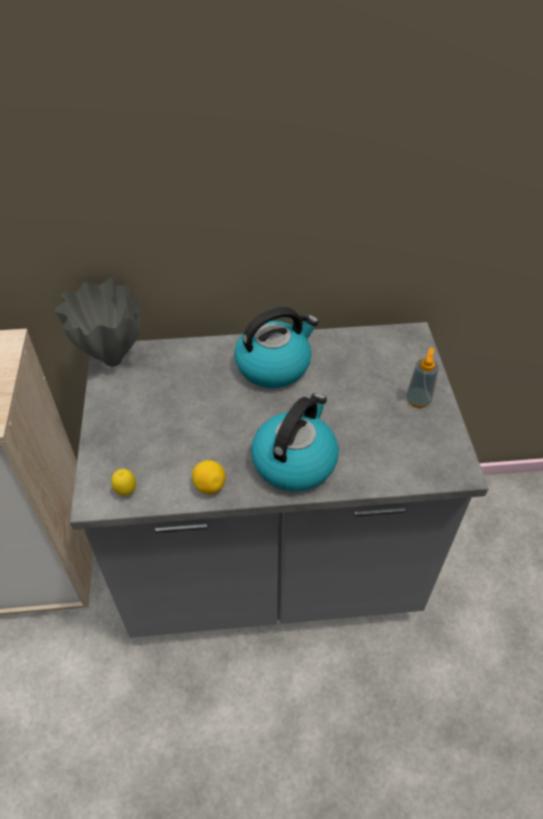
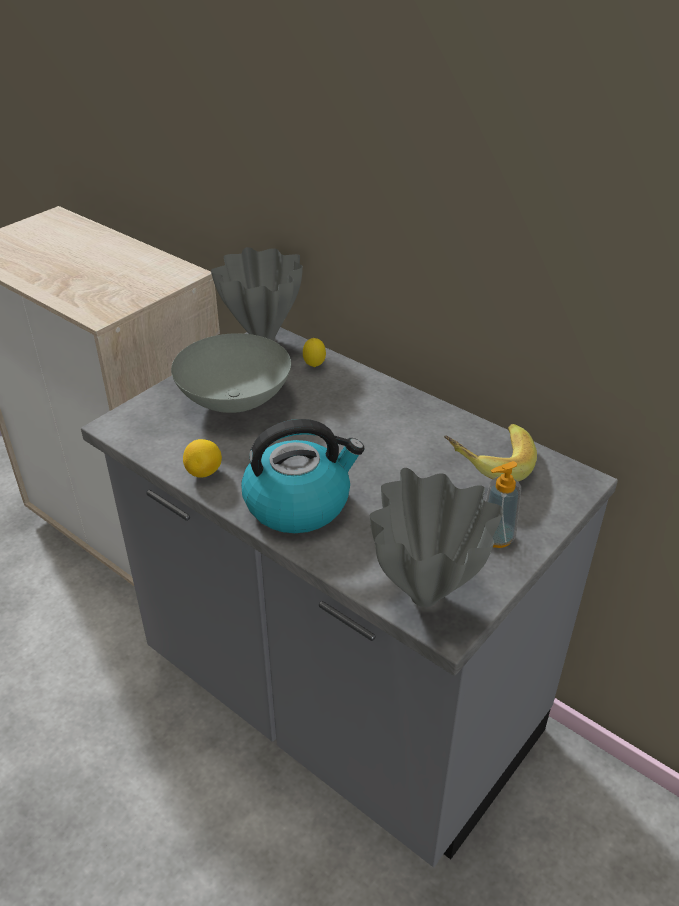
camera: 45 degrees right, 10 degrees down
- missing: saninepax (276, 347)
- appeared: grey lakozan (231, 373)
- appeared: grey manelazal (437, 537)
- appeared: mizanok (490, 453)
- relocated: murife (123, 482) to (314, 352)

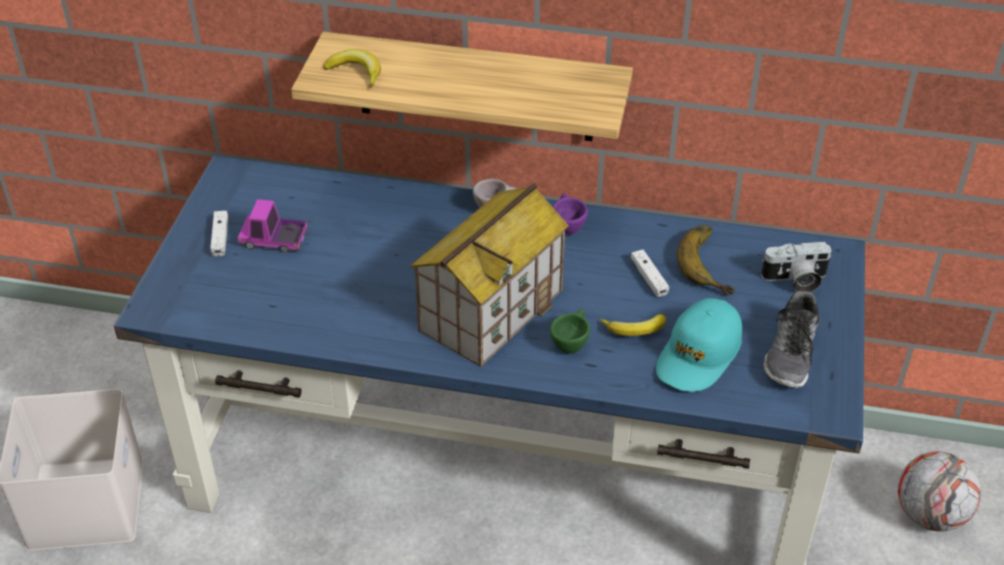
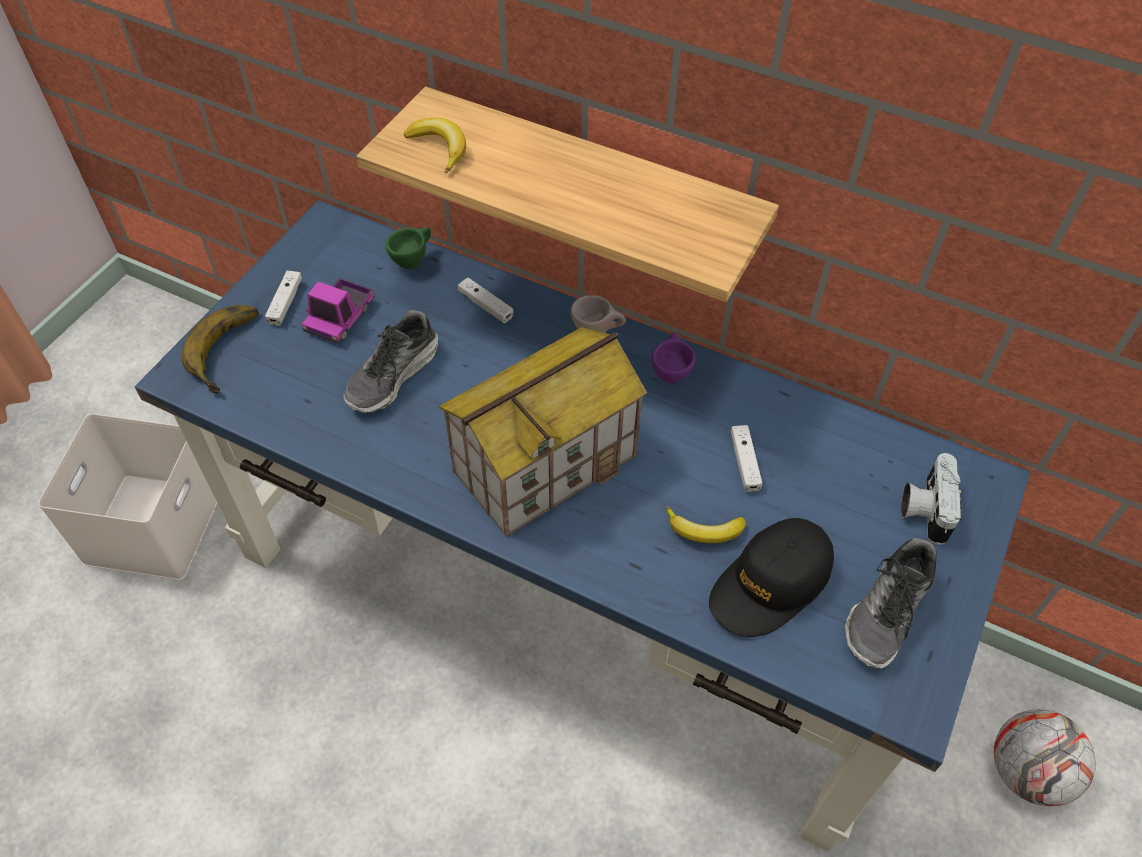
camera: 15 degrees right, 10 degrees up
- appeared: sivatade (390, 361)
- appeared: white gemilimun (485, 300)
- relocated: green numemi (570, 331) to (408, 248)
- relocated: mizanok (706, 260) to (220, 349)
- colour: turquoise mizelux (699, 345) to black mizelux (771, 577)
- spun: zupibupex (273, 226) = (338, 311) 90 degrees counterclockwise
- spun: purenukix (796, 266) = (932, 499) 90 degrees clockwise

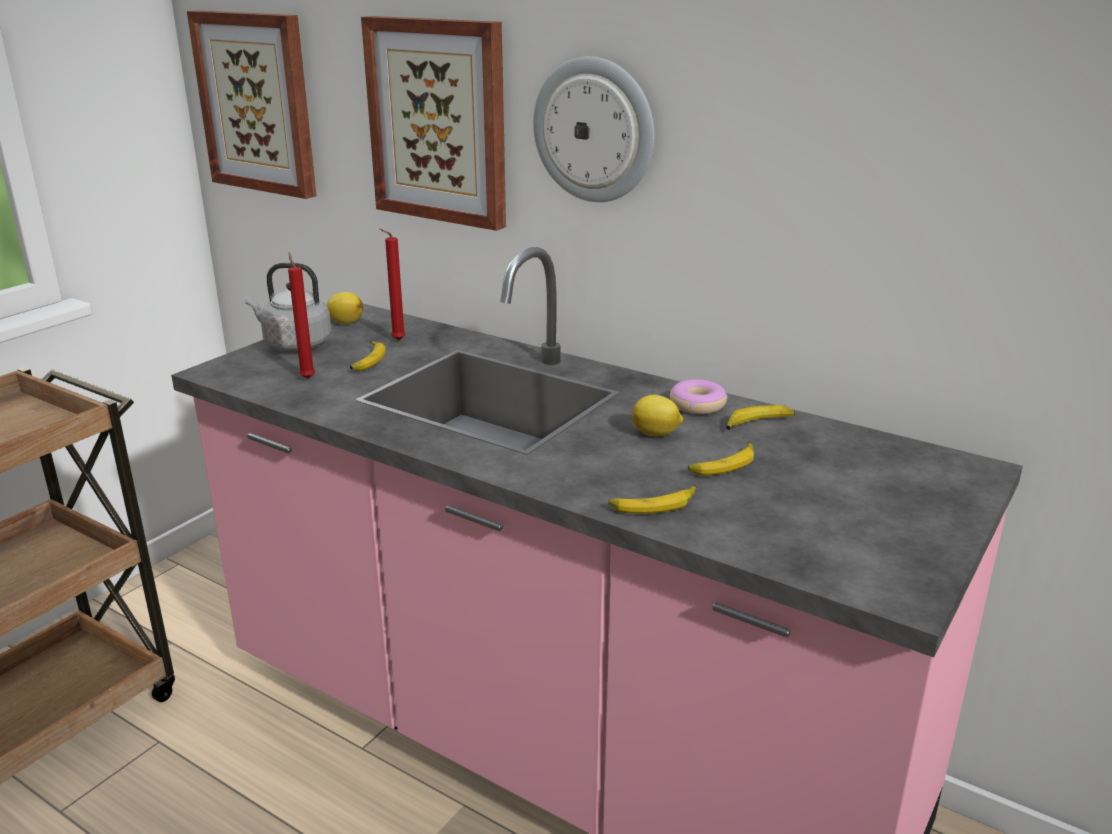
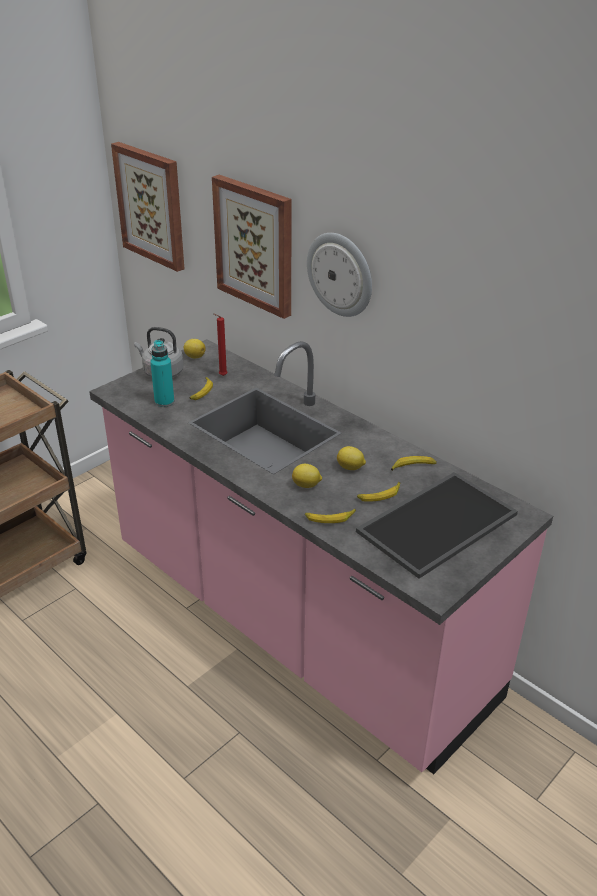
camera: 10 degrees right, 10 degrees up
- missing: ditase (699, 396)
- appeared: murife (307, 476)
- appeared: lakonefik (437, 525)
- exchanged: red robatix (301, 315) to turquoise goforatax (162, 373)

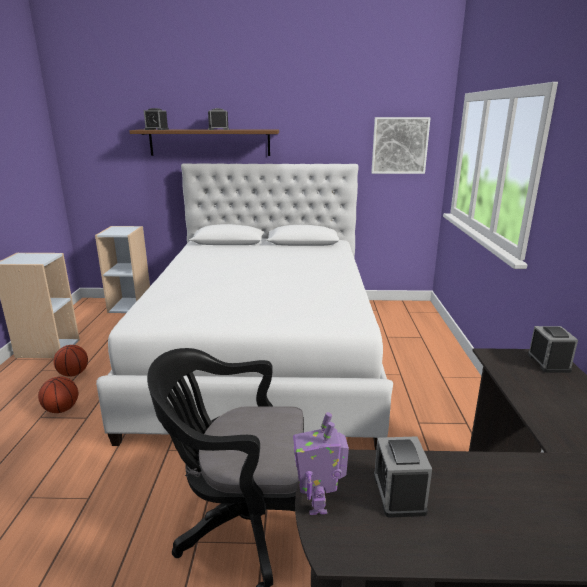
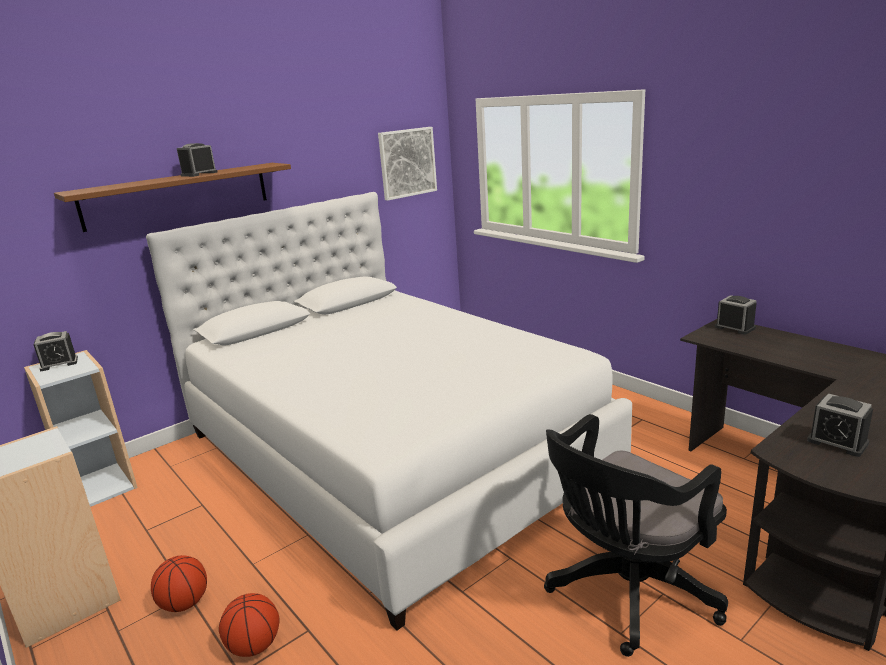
camera: 40 degrees left, 0 degrees up
- missing: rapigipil (321, 463)
- relocated: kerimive (156, 119) to (56, 351)

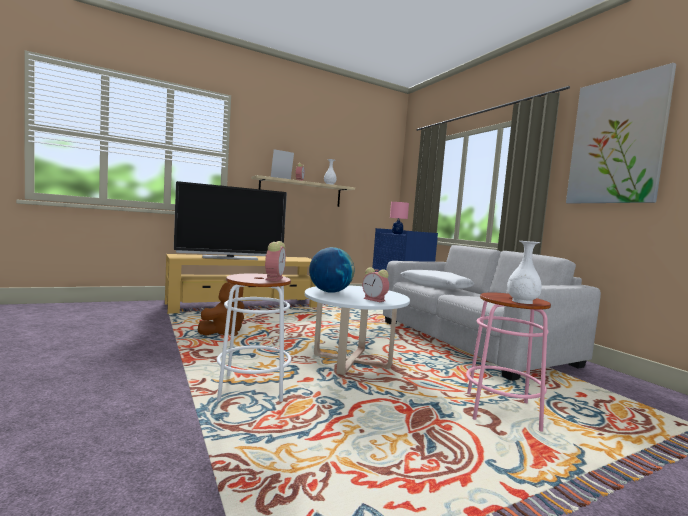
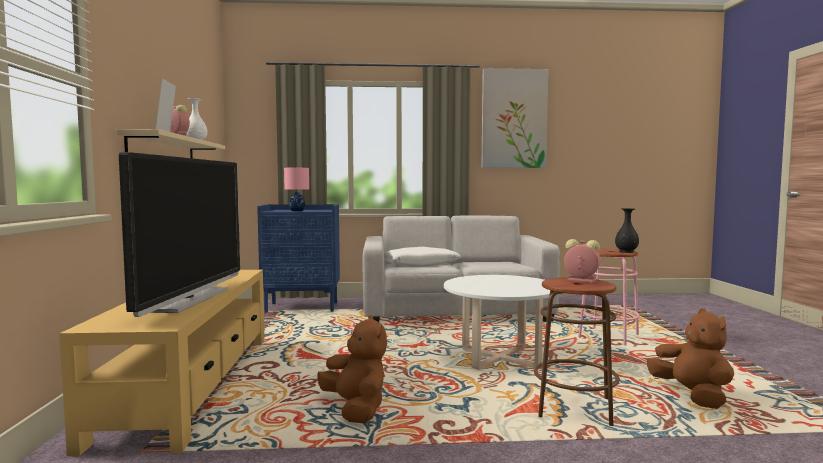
camera: 65 degrees left, 0 degrees up
- missing: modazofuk (331, 270)
- missing: kerimive (375, 284)
- appeared: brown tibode (690, 358)
- colour: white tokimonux (254, 337) to brown tokimonux (577, 351)
- colour: white manelazal (524, 272) to black manelazal (627, 230)

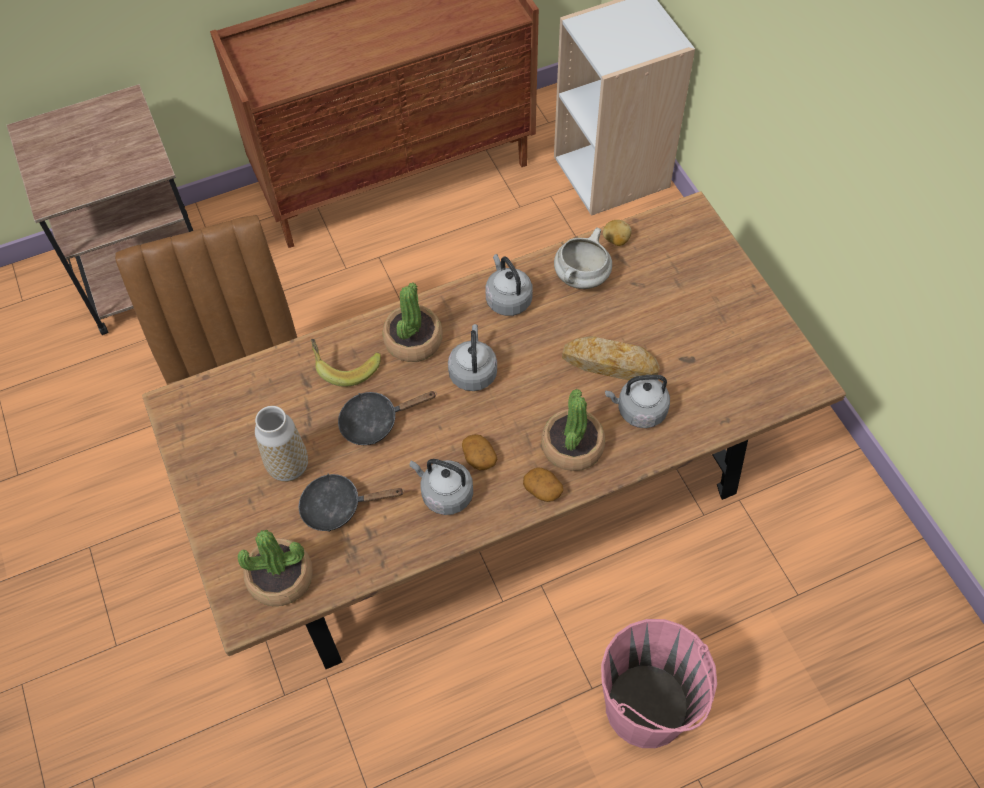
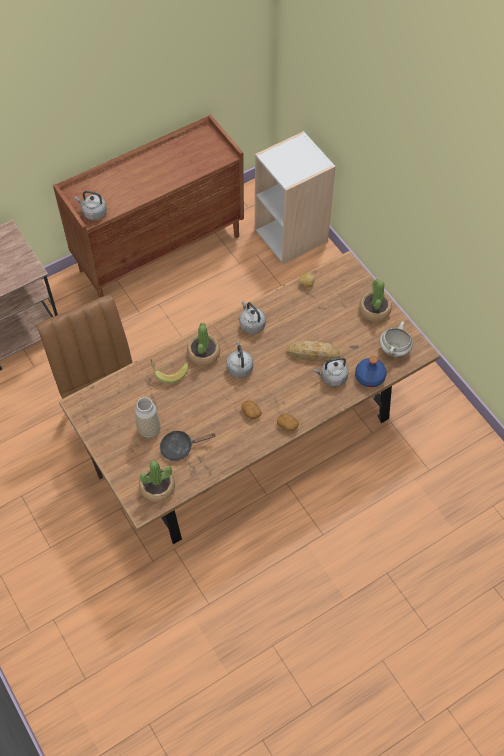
camera: 10 degrees left, 0 degrees up
- missing: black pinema (387, 418)
- missing: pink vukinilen (659, 683)
- appeared: blue goforatax (371, 371)
- relocated: grey saninepax (441, 487) to (91, 205)
- relocated: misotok (573, 430) to (375, 300)
- relocated: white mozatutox (583, 258) to (396, 339)

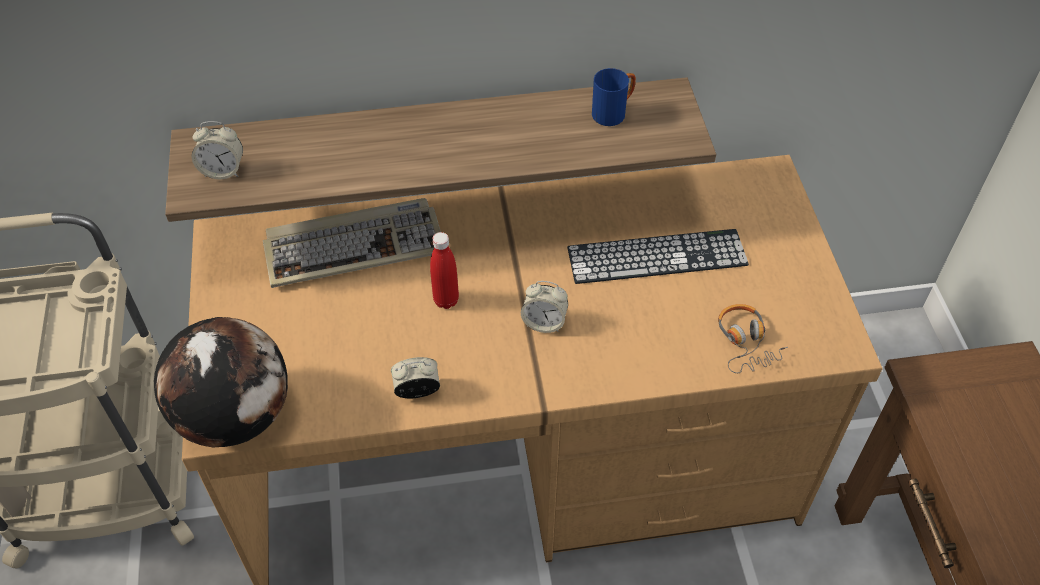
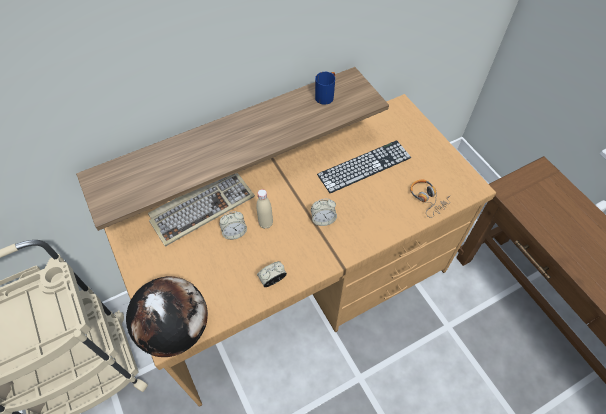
camera: 20 degrees left, 5 degrees up
- relocated: kerimive (217, 150) to (233, 225)
- colour: red goforatax (444, 270) to beige goforatax (264, 209)

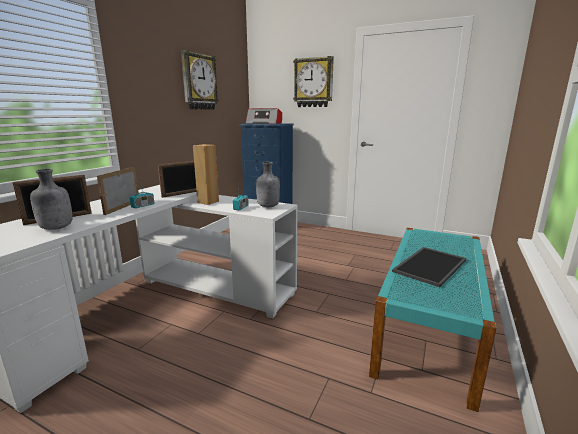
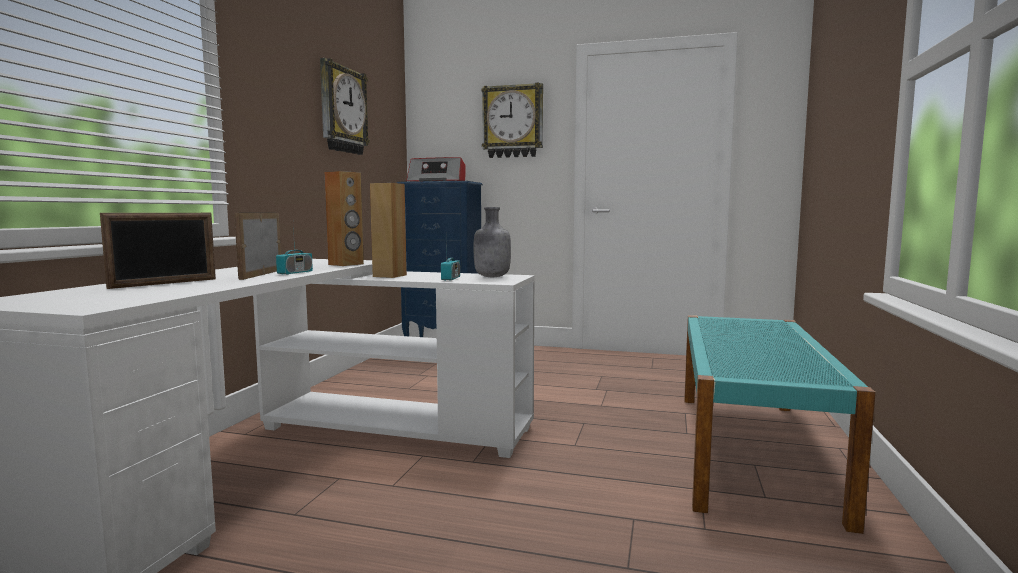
camera: 10 degrees left, 10 degrees down
- missing: grey goforatax (51, 199)
- missing: lakonefik (429, 267)
- exchanged: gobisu (177, 179) to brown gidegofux (344, 218)

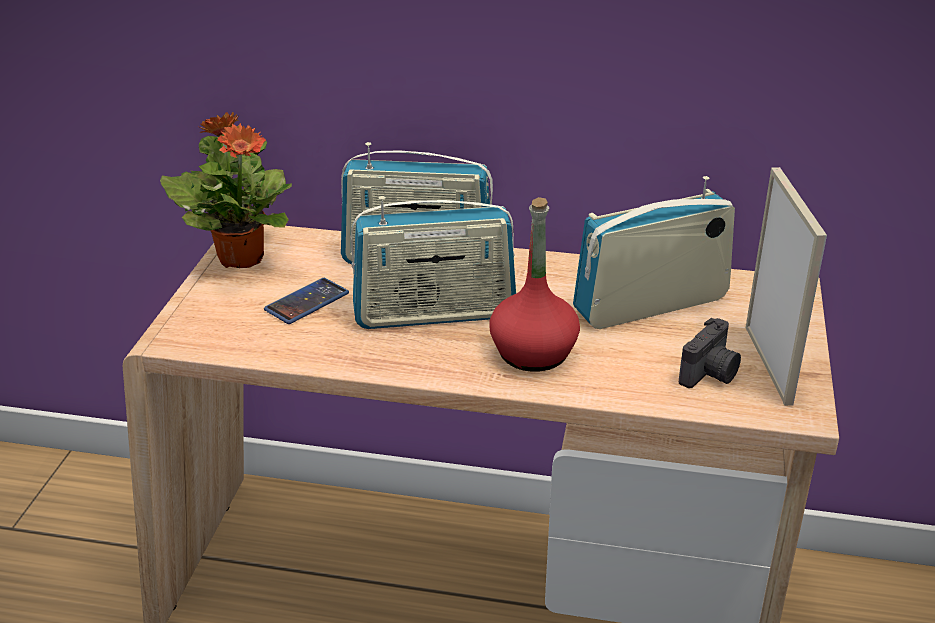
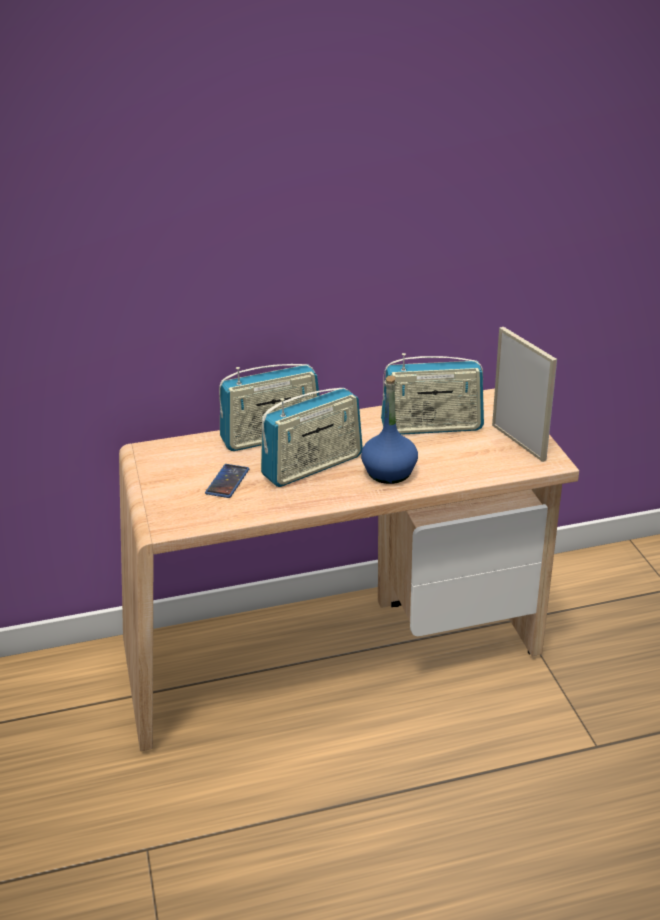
camera: 25 degrees left, 0 degrees up
- missing: misotok (226, 190)
- missing: purenukix (710, 353)
- colour: red goforatax (534, 284) to blue goforatax (389, 429)
- spun: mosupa (654, 252) = (432, 394) 135 degrees counterclockwise

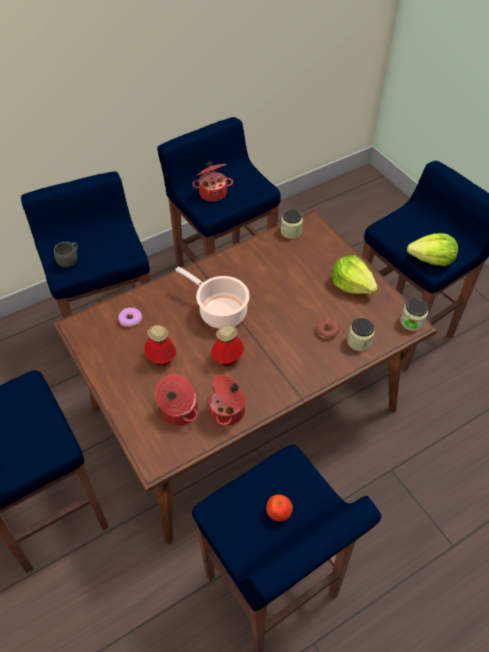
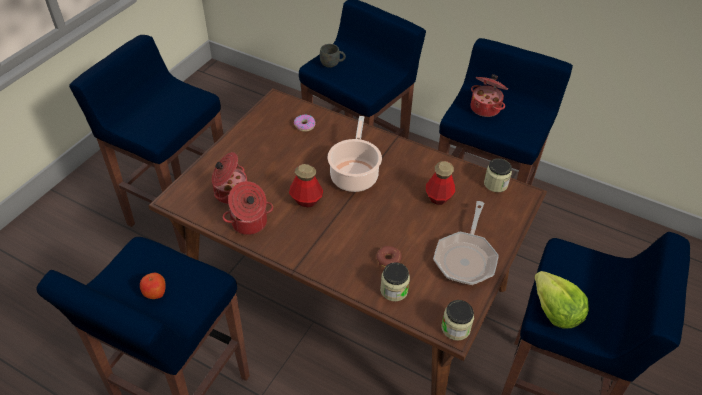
camera: 60 degrees right, 5 degrees down
- relocated: goforatax (160, 345) to (440, 183)
- exchanged: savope (354, 274) to pinema (466, 243)

